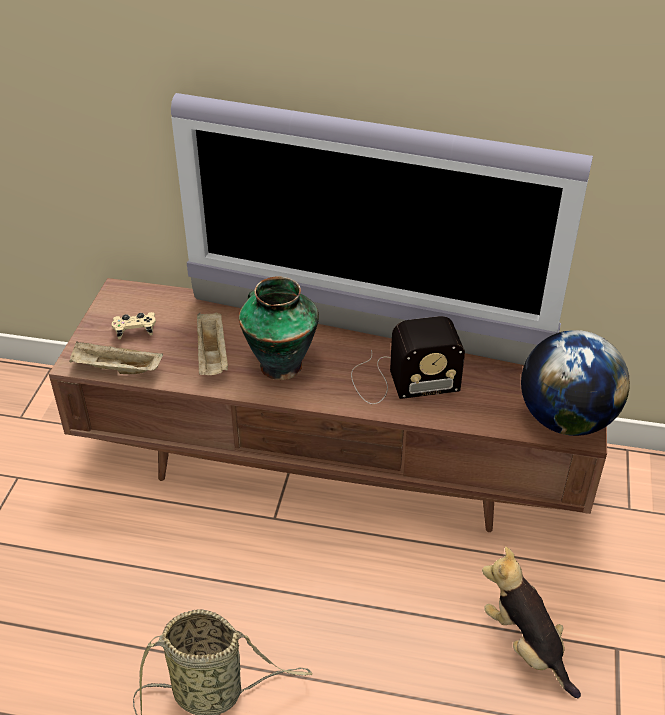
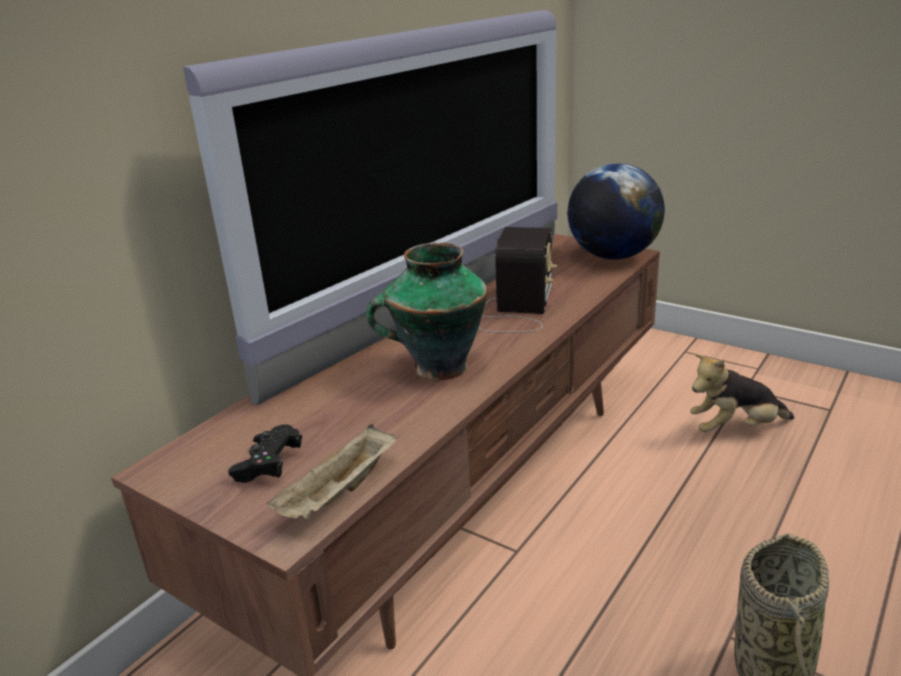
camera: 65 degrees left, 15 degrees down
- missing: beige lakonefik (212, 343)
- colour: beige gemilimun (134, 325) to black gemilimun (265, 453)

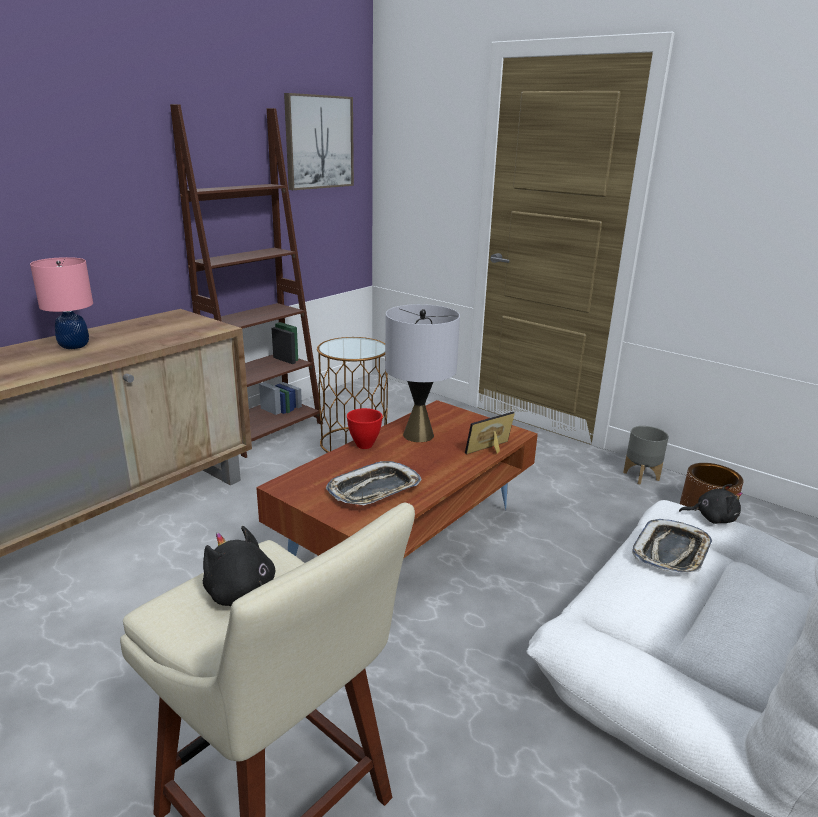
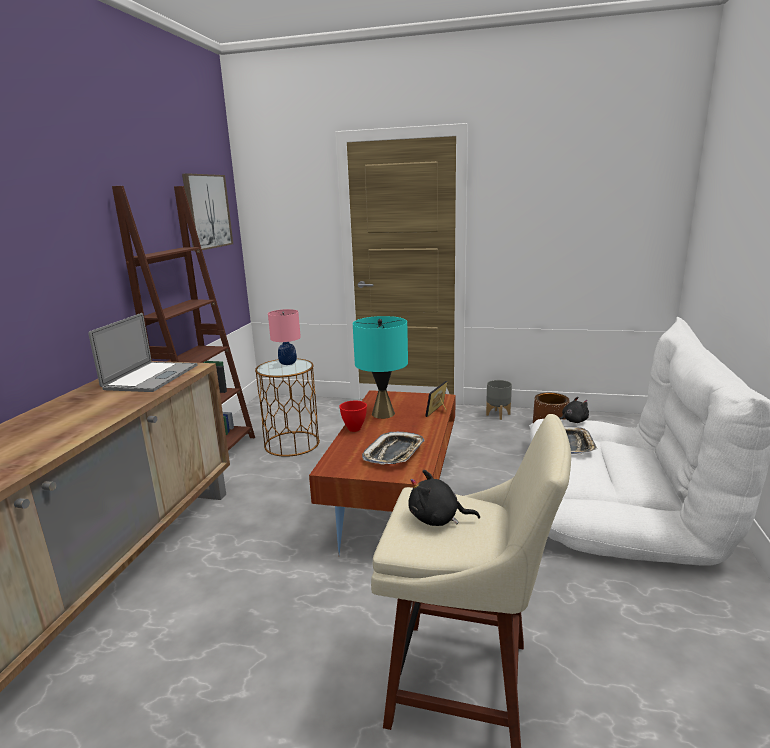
camera: 25 degrees left, 5 degrees down
- appeared: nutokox (143, 352)
- relocated: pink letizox (61, 303) to (284, 337)
- colour: grey letizox (422, 373) to turquoise letizox (380, 367)

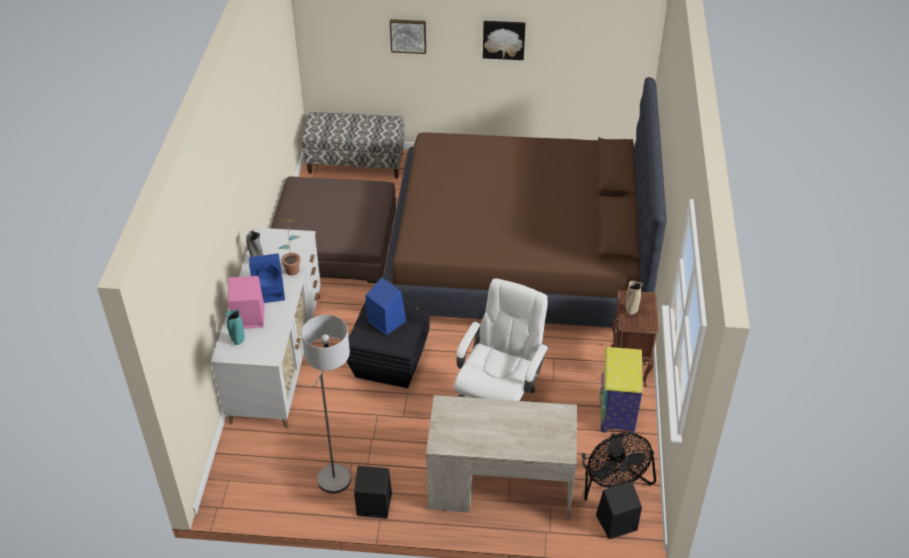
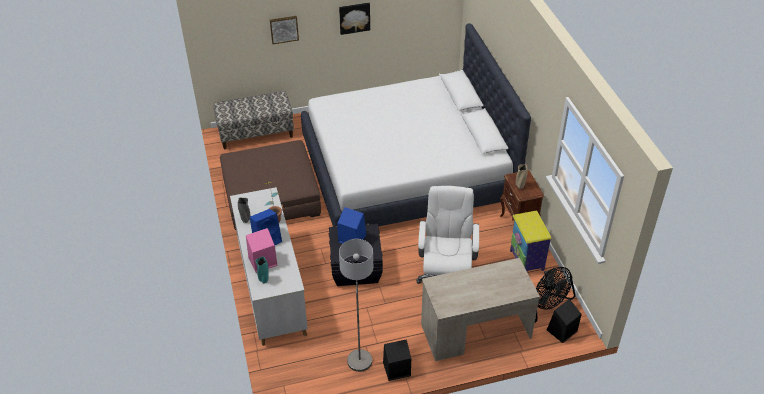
camera: 20 degrees left, 0 degrees up
- colour: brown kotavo (525, 202) to white kotavo (416, 125)

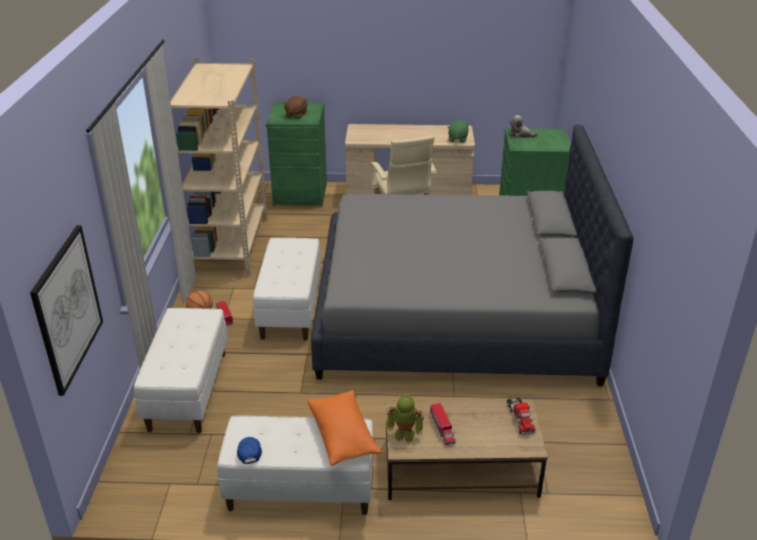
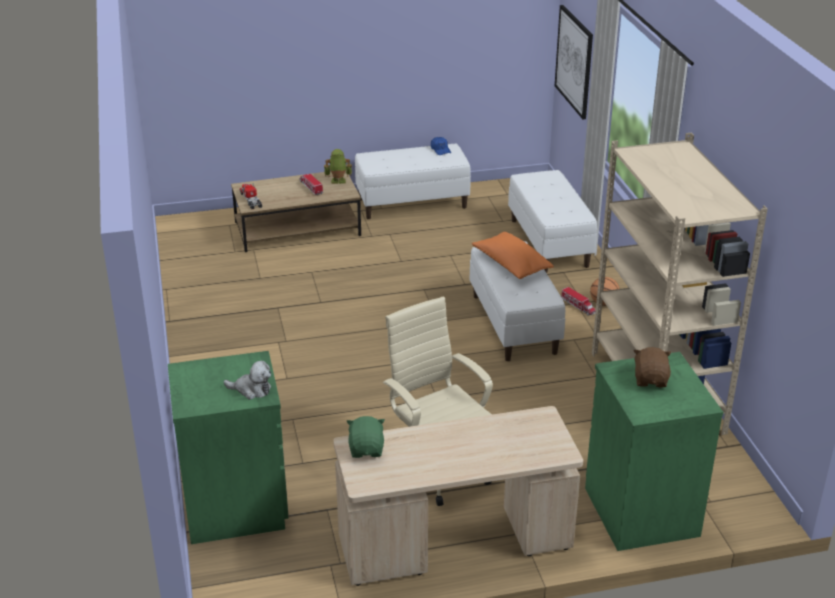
camera: 165 degrees right, 0 degrees up
- missing: grey kotavo (472, 255)
- relocated: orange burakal (344, 428) to (513, 255)

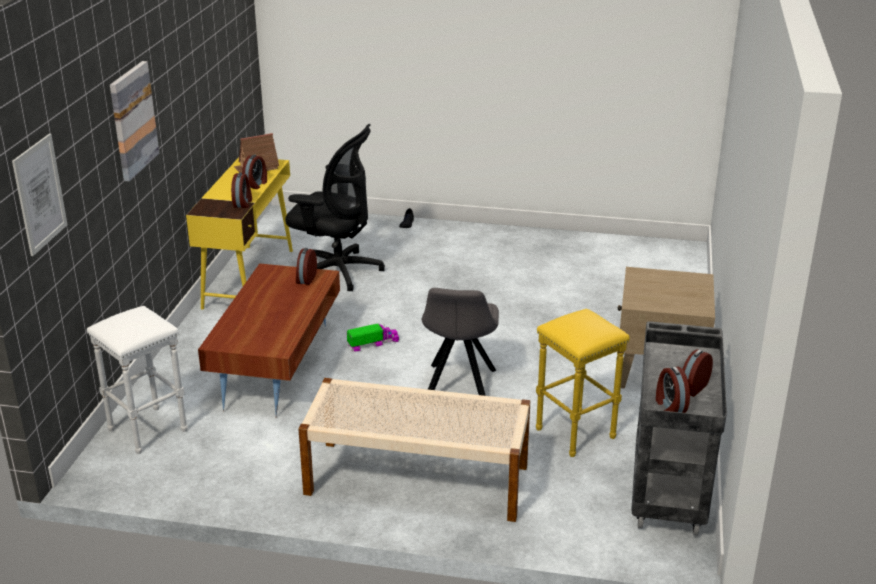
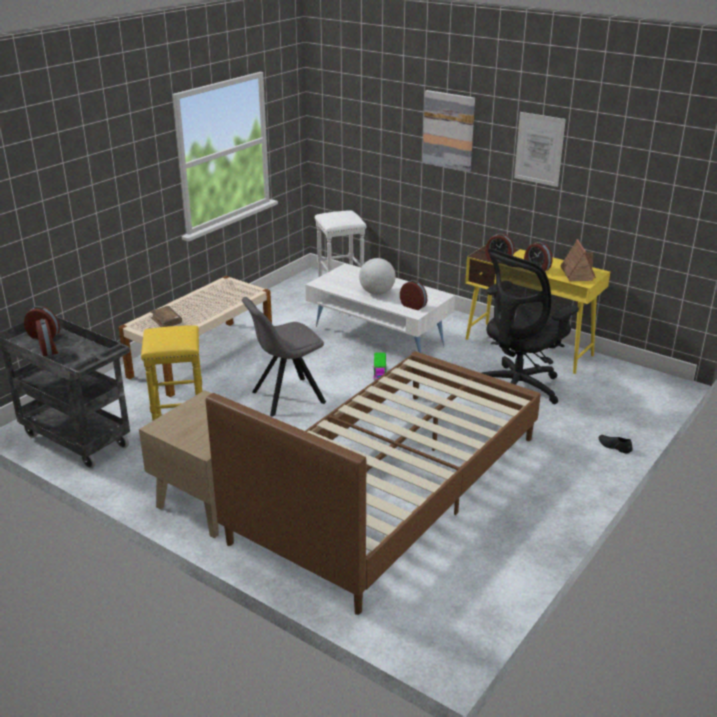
camera: 115 degrees right, 0 degrees up
- appeared: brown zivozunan (166, 316)
- appeared: brown kotavo (373, 483)
- appeared: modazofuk (377, 276)
- relocated: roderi (40, 195) to (540, 149)
- colour: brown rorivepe (269, 340) to white rorivepe (380, 308)
- spun: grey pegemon (460, 342) = (284, 356) 60 degrees counterclockwise

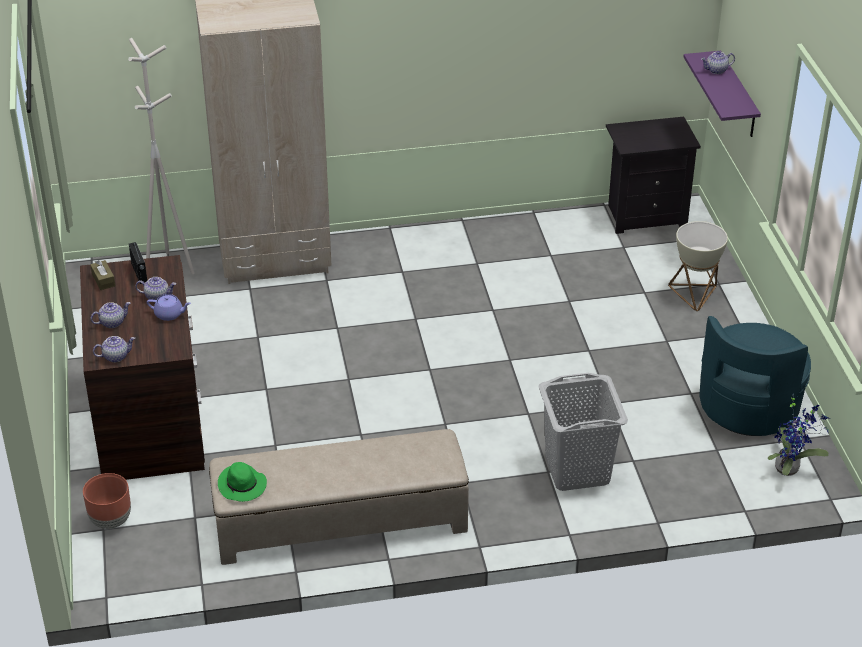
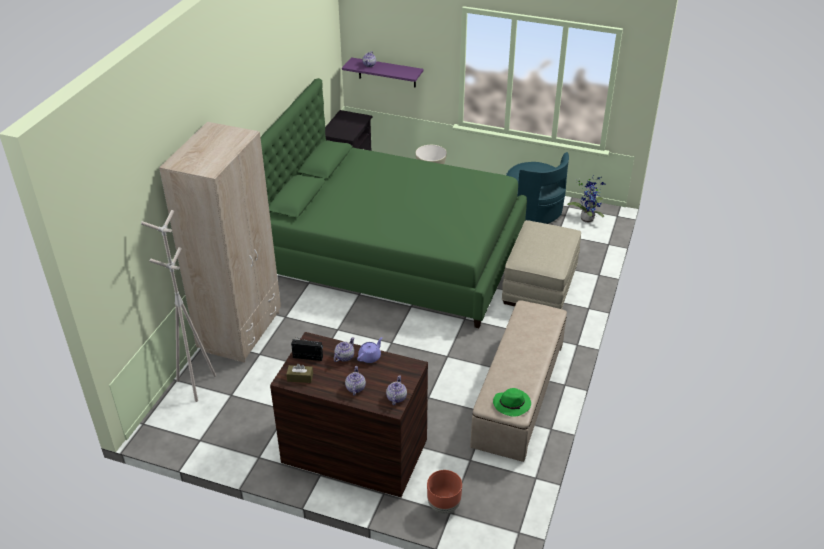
camera: 60 degrees left, 0 degrees up
- appeared: green kotavo (393, 203)
- exchanged: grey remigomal (583, 432) to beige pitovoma (541, 264)

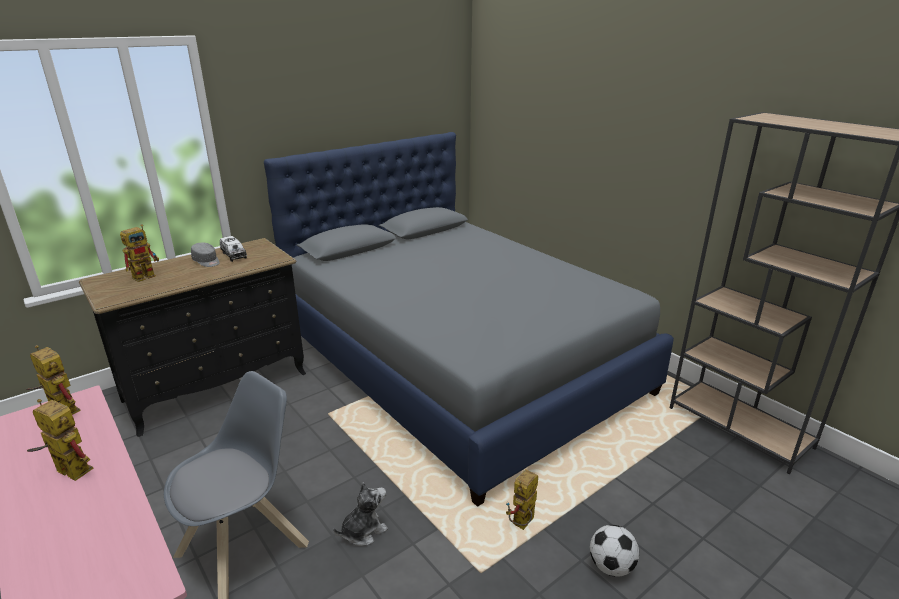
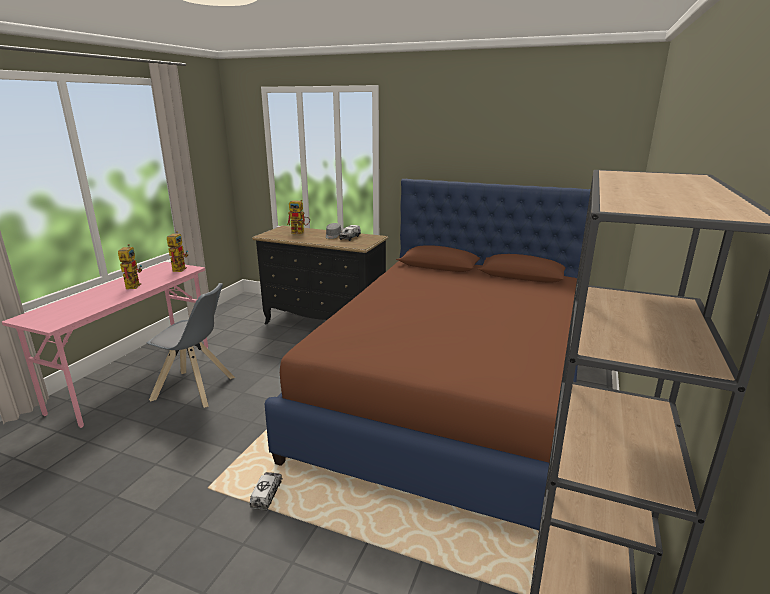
camera: 60 degrees right, 5 degrees down
- missing: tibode (360, 514)
- missing: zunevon (614, 551)
- exchanged: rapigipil (522, 499) to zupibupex (266, 491)
- colour: grey kotavo (469, 319) to brown kotavo (428, 354)

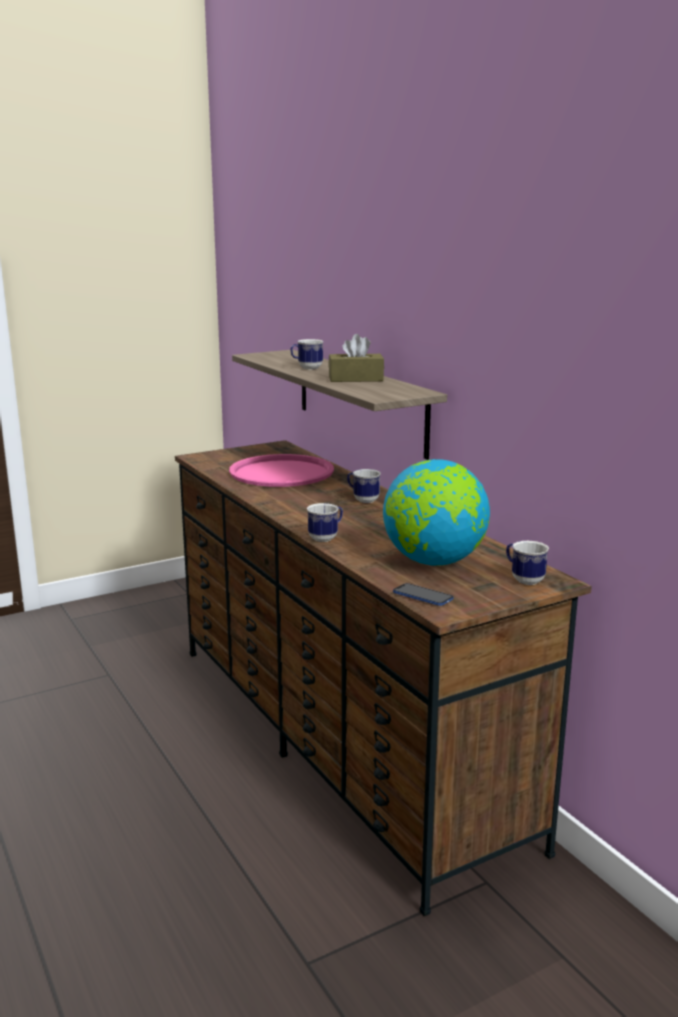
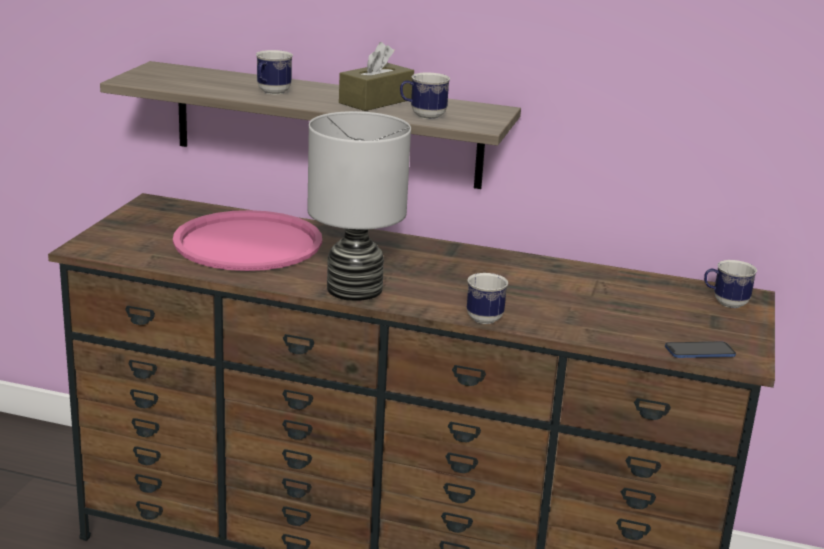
camera: 45 degrees left, 5 degrees up
- missing: modazofuk (436, 512)
- appeared: grey letizox (359, 206)
- relocated: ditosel (364, 486) to (425, 96)

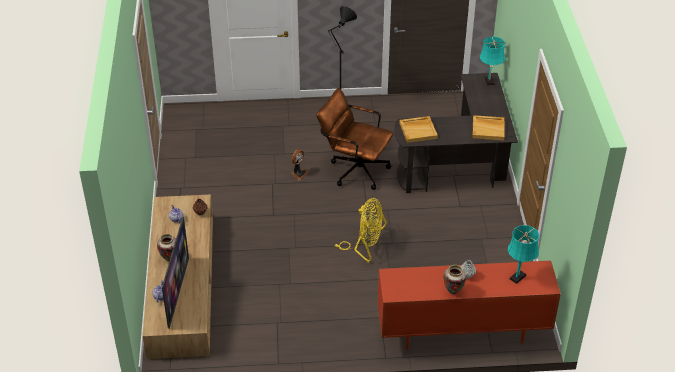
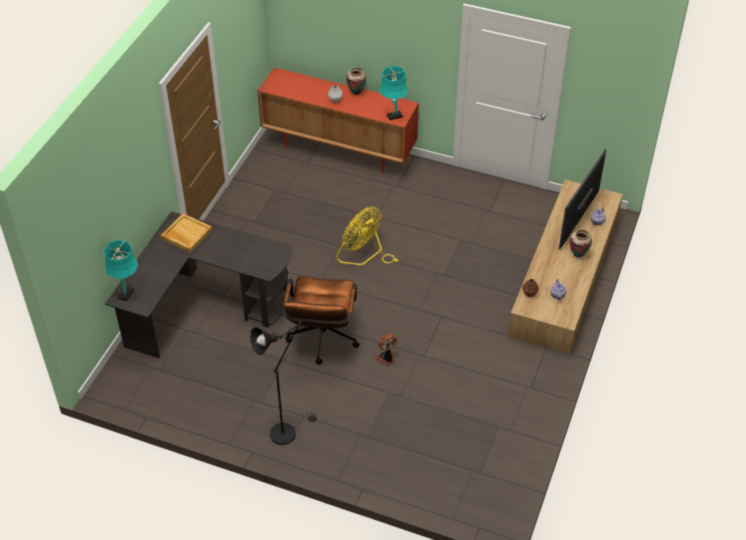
camera: 155 degrees left, 5 degrees up
- missing: beige lakonefik (418, 129)
- relocated: turquoise letizox (523, 254) to (394, 93)
- spun: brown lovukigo (355, 139) = (321, 320) 45 degrees clockwise

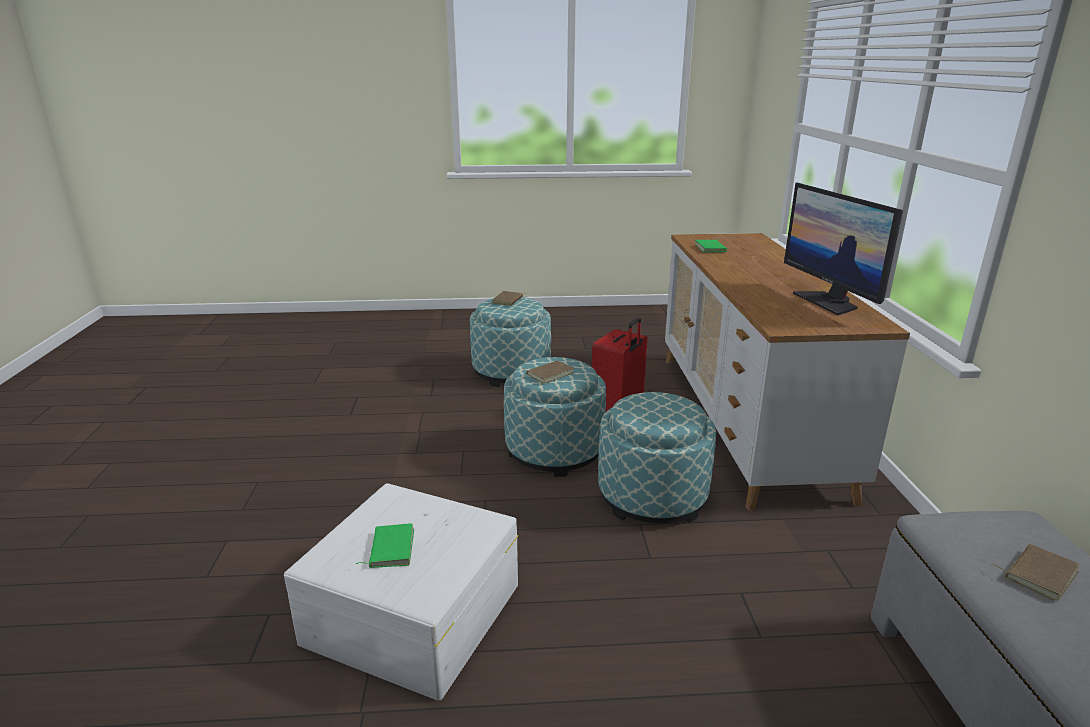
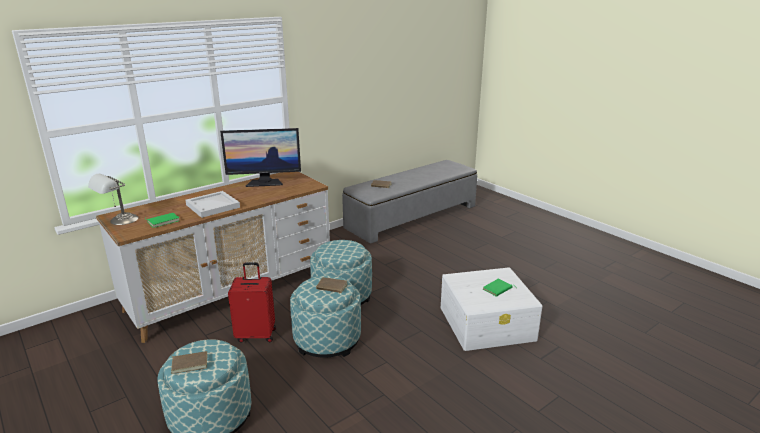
camera: 125 degrees left, 0 degrees up
- appeared: white letizox (113, 199)
- appeared: white lakonefik (212, 204)
- spun: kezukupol (843, 249) = (260, 157) 45 degrees clockwise

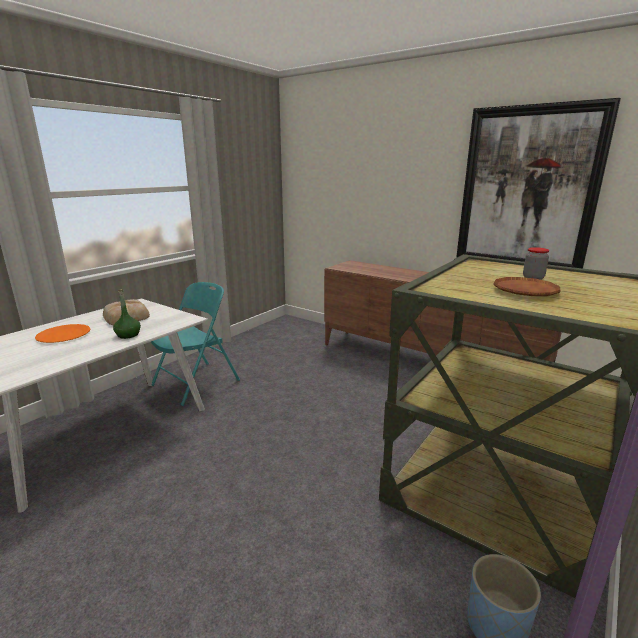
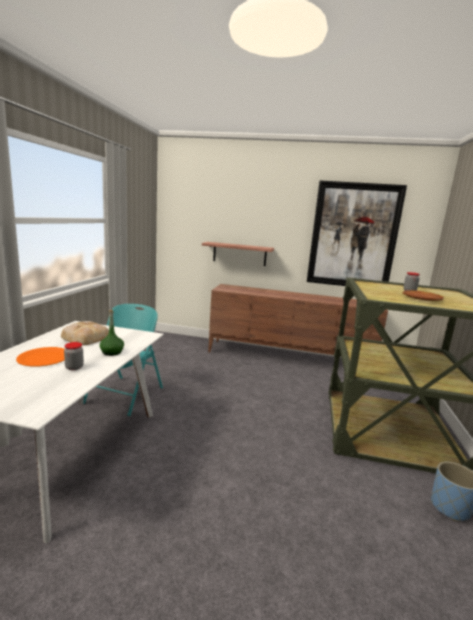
camera: 25 degrees left, 5 degrees down
- appeared: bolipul (74, 356)
- appeared: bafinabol (238, 254)

